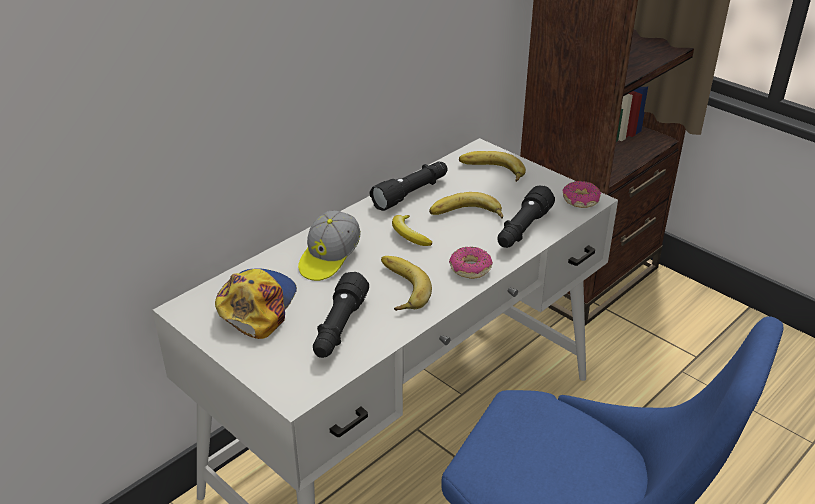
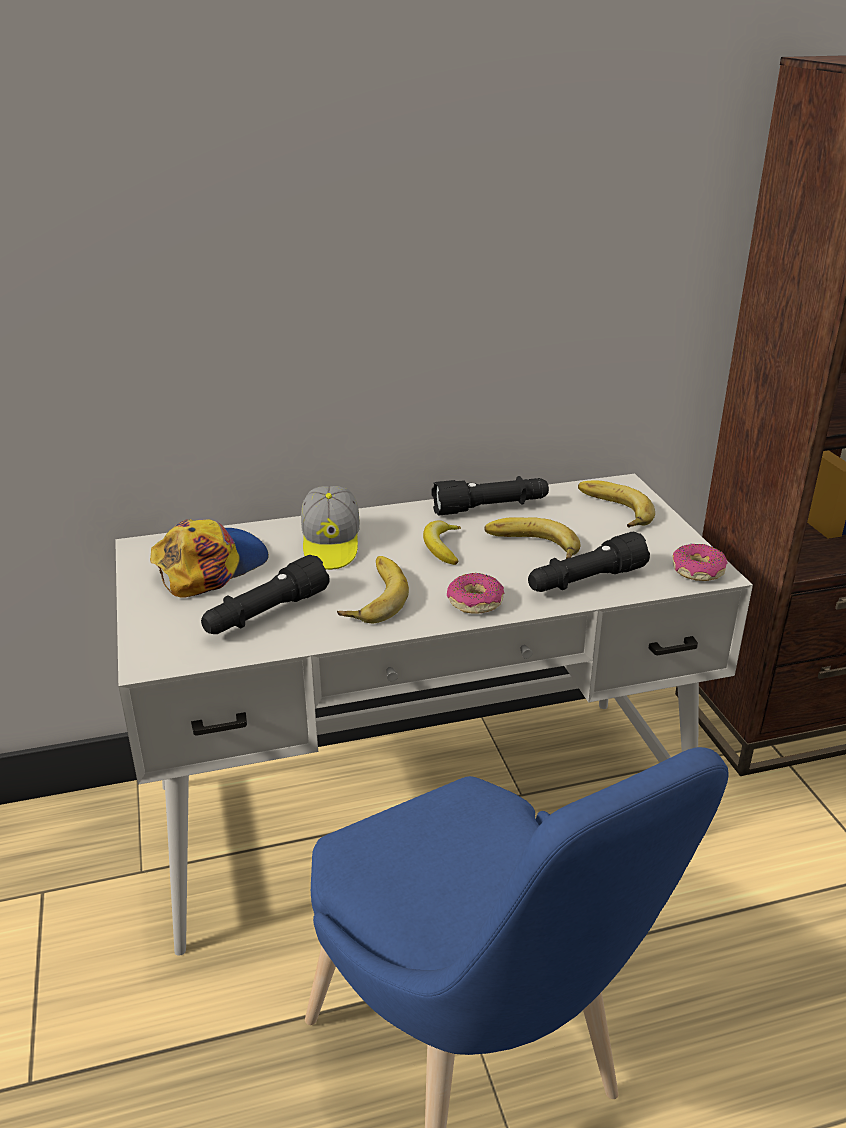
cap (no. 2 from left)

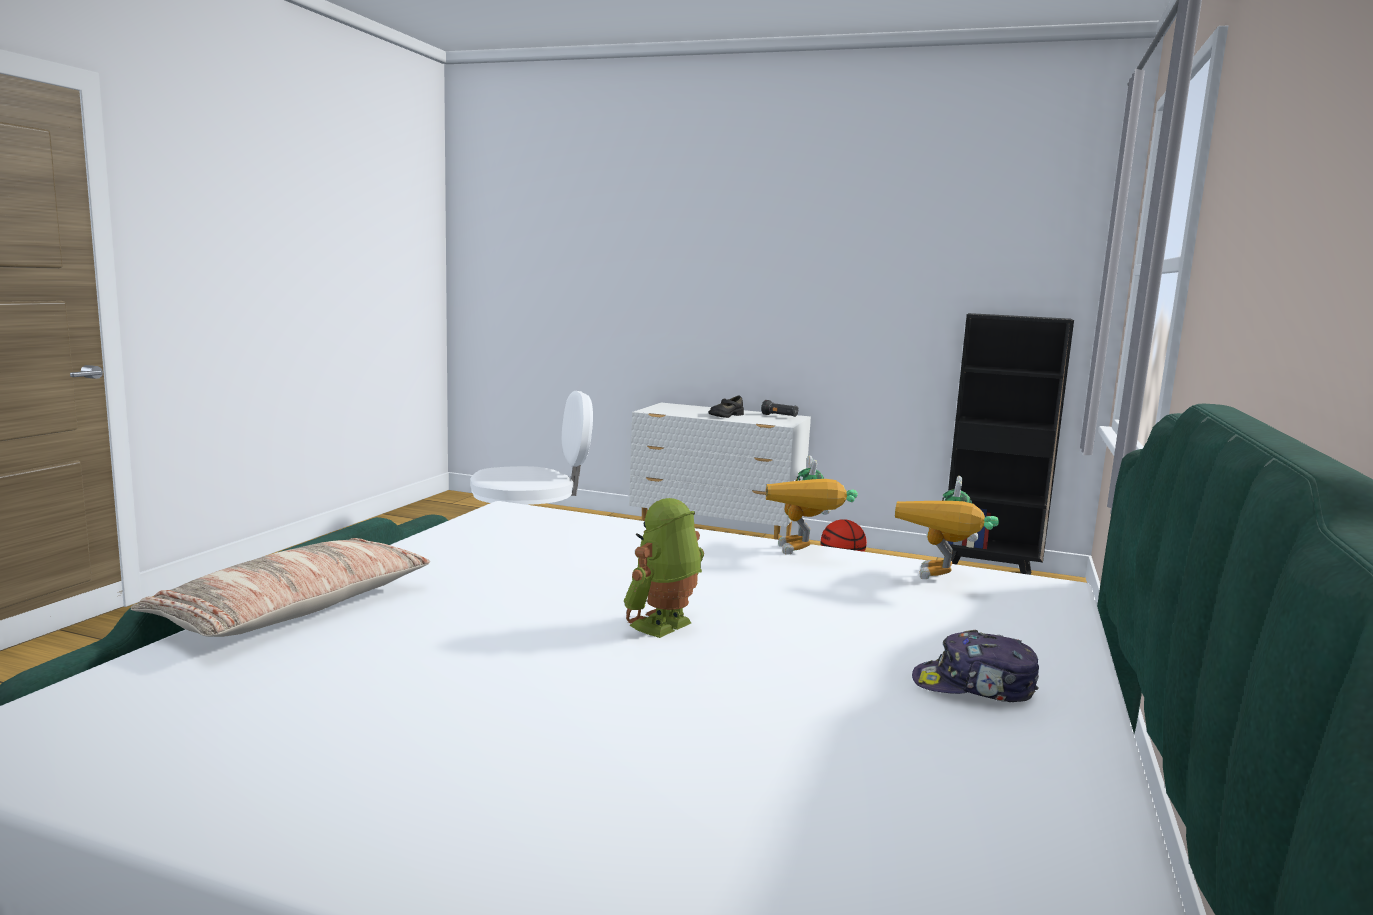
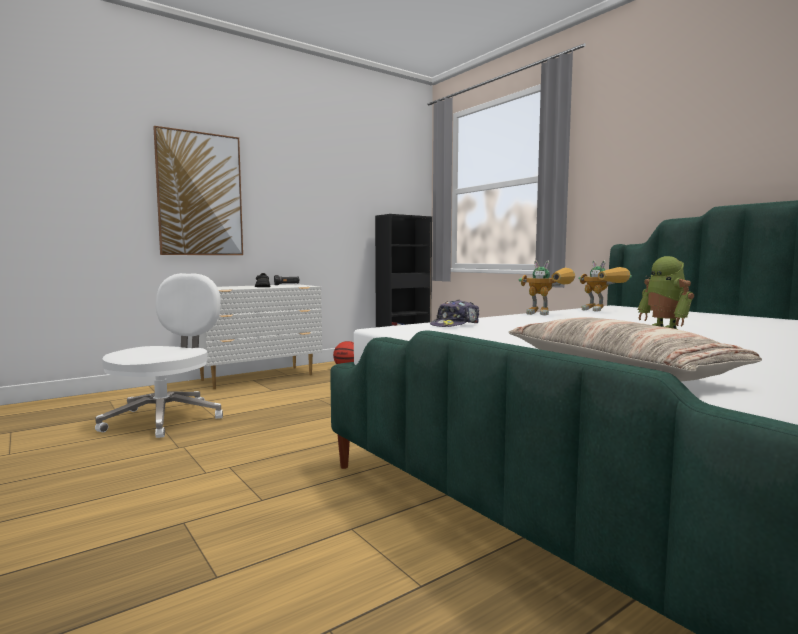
cap; picture

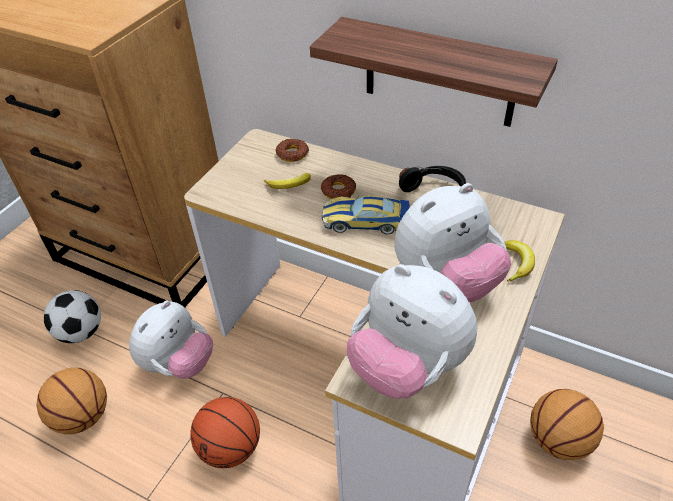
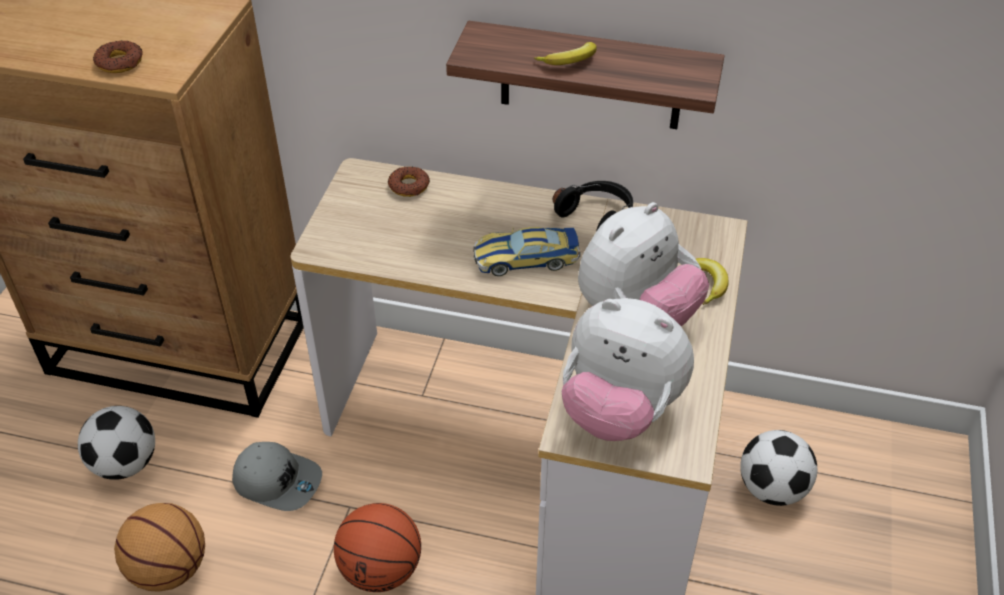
banana (no. 1 from left); doughnut (no. 1 from left); cap in gray; ball for football (no. 2 from left)

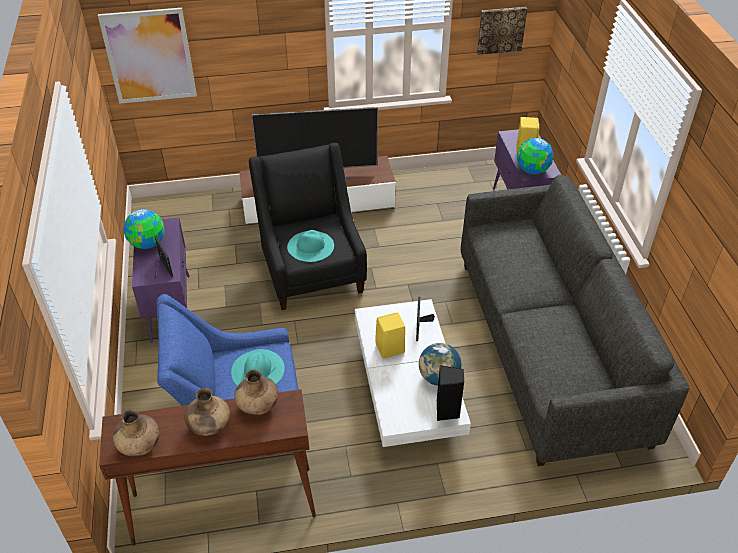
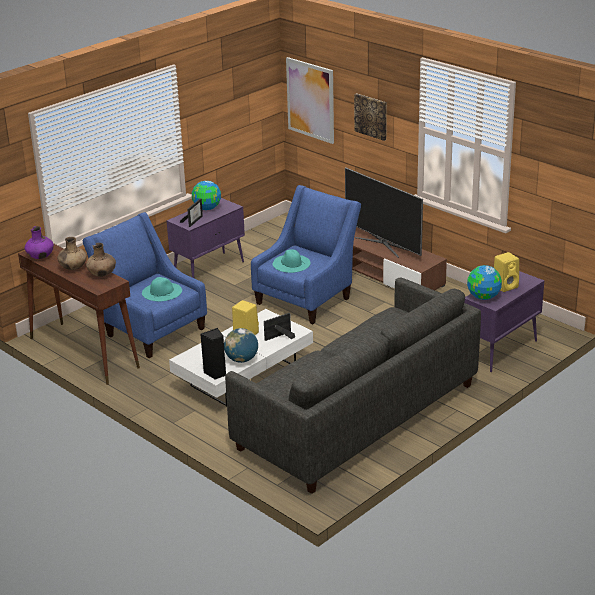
picture (no. 2 from left); easy chair in bluish (no. 2 from left); vase in purple

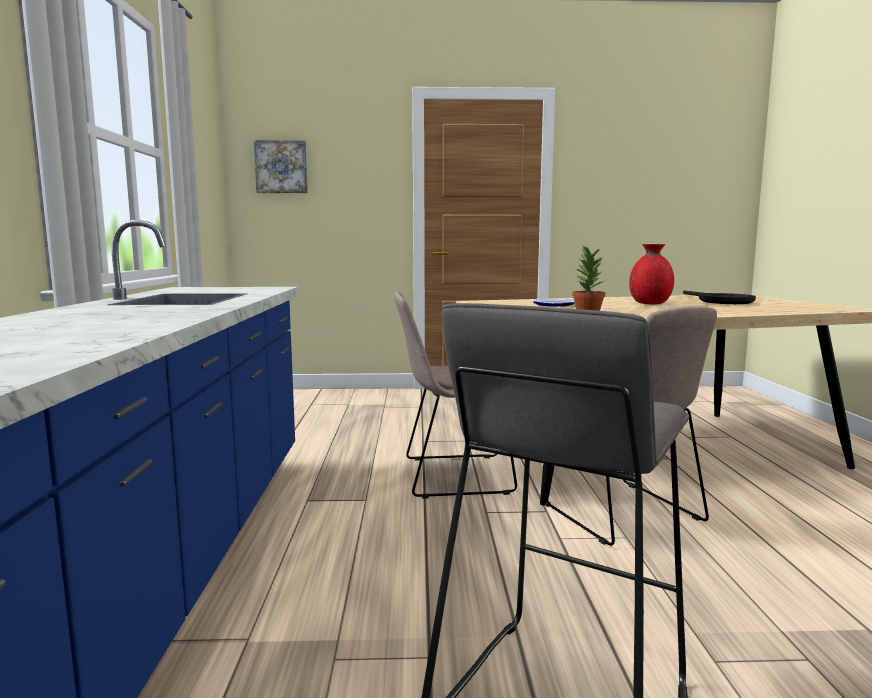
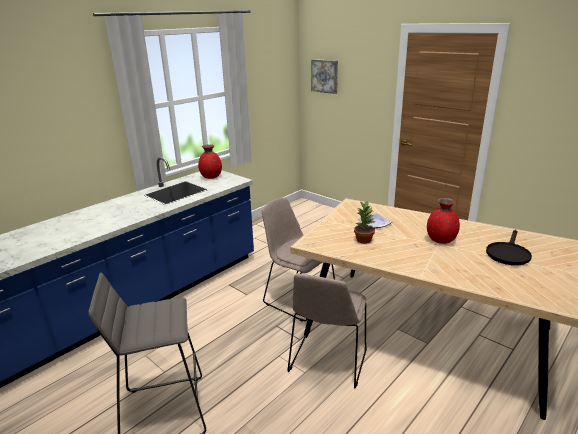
vase in red-coloured (no. 1 from left)

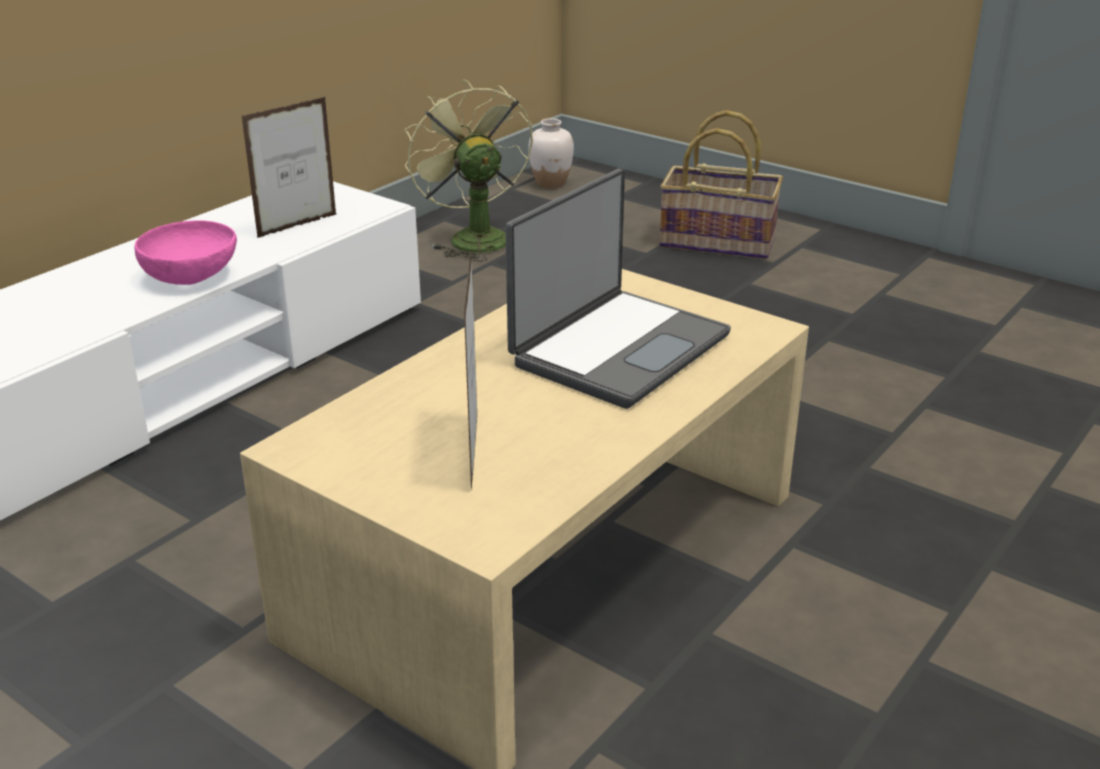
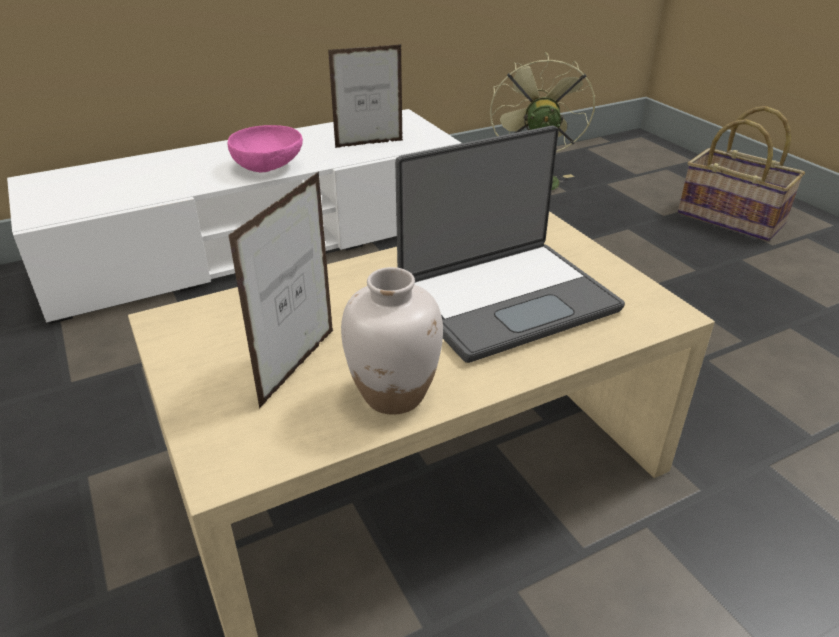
vase in white-coloured

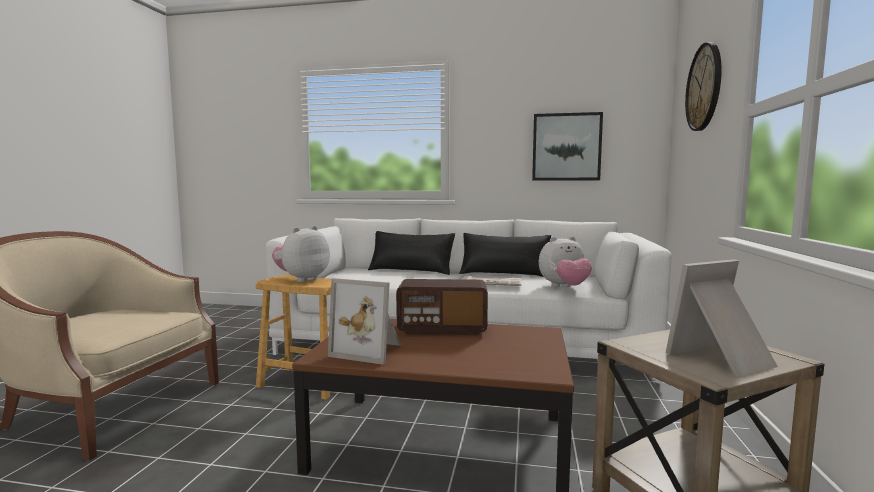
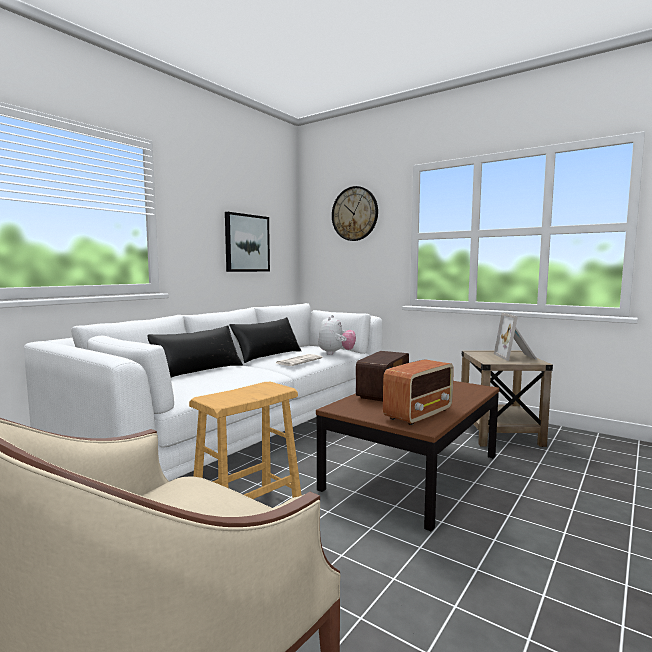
soft toy (no. 1 from left in the first image); radio (no. 2 from left)

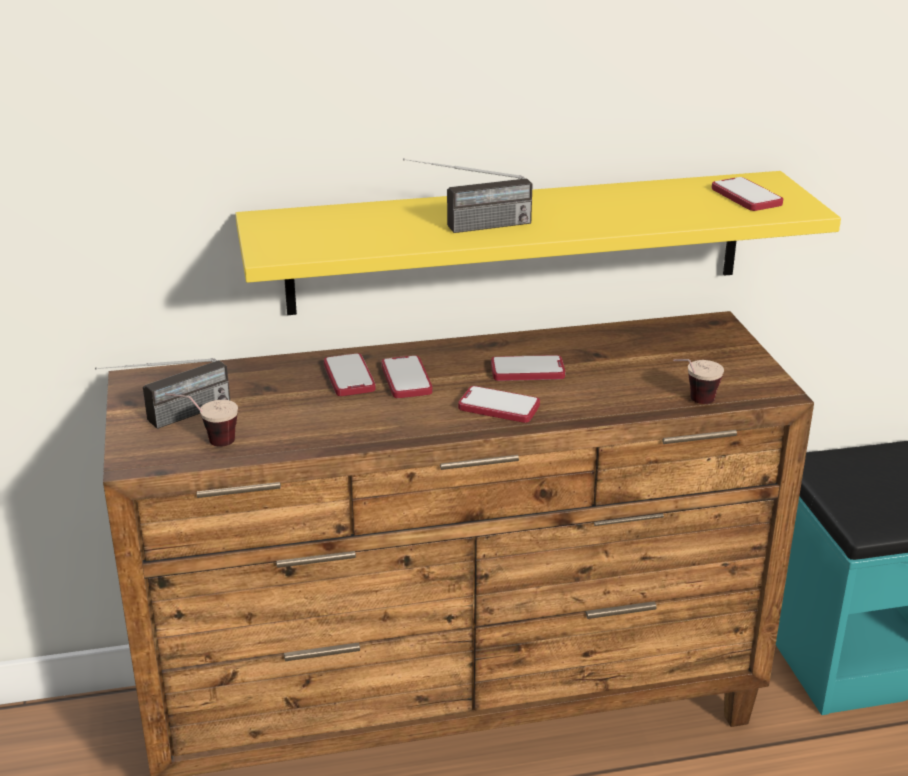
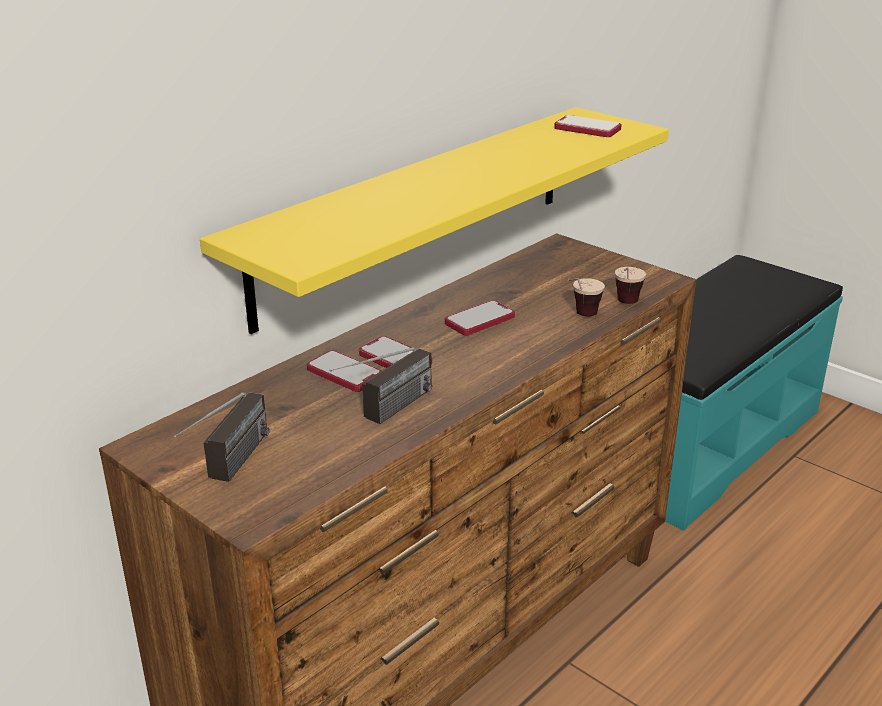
radio (no. 2 from left); handset (no. 3 from left in the first image); small cup (no. 1 from left)

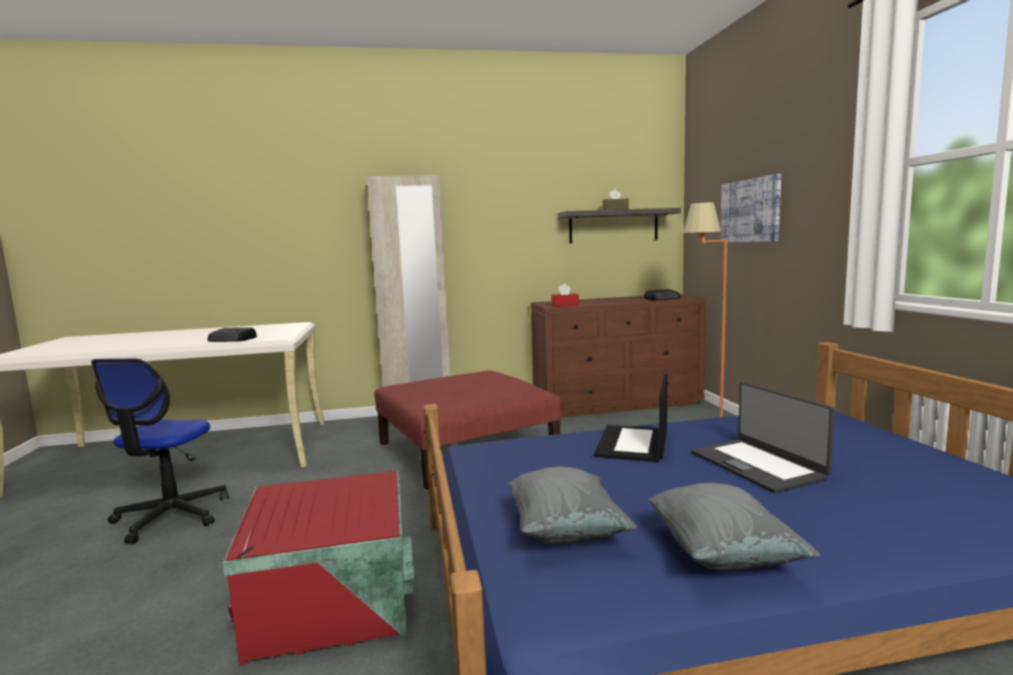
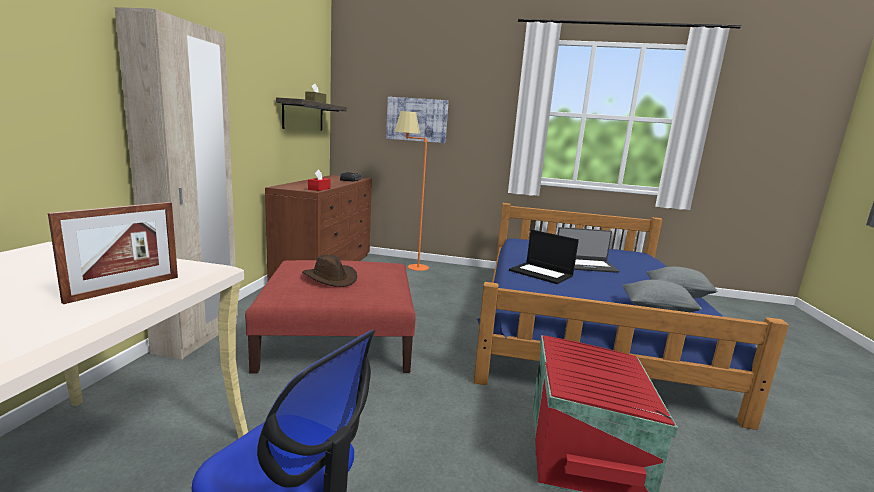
standing frame; clothing hat in brown-coloured

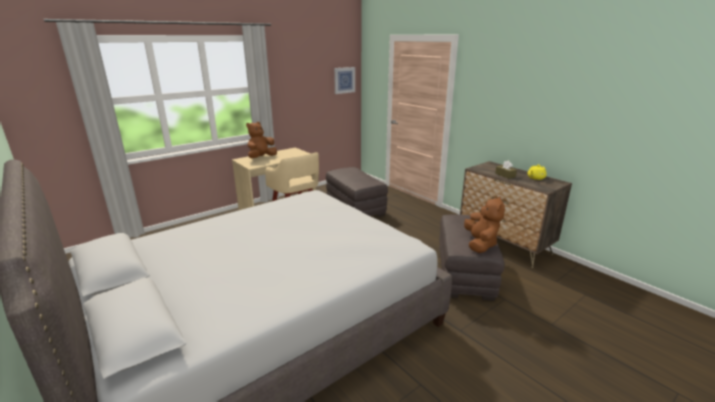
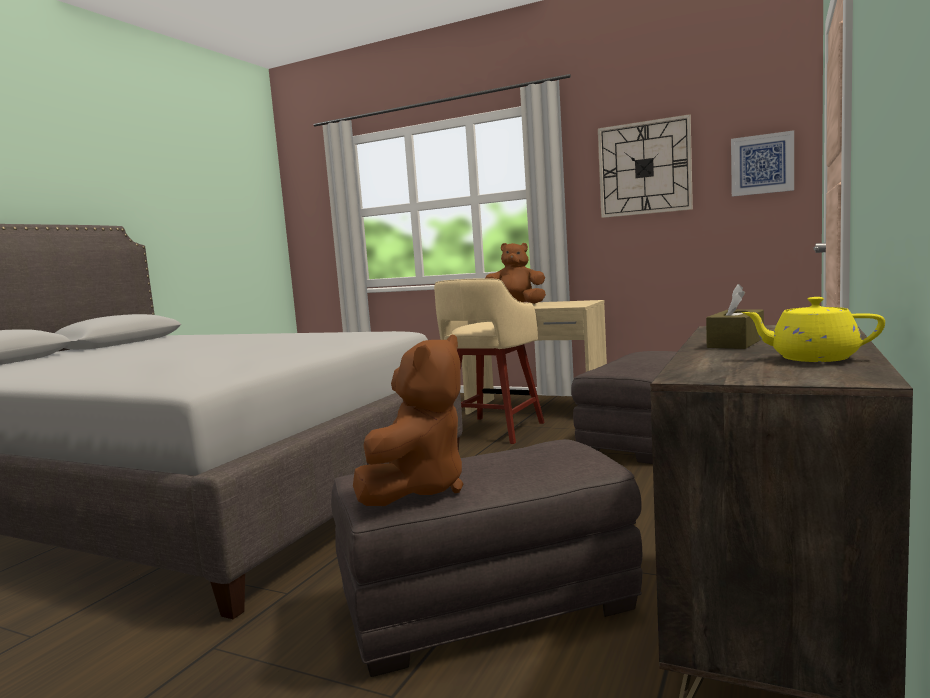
soft toy in brown-coloured (no. 1 from left); hanging clock

